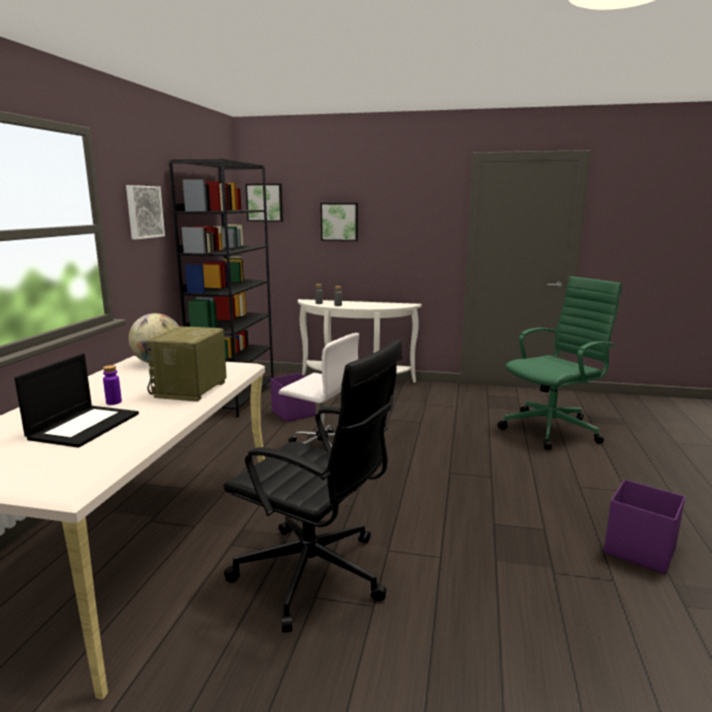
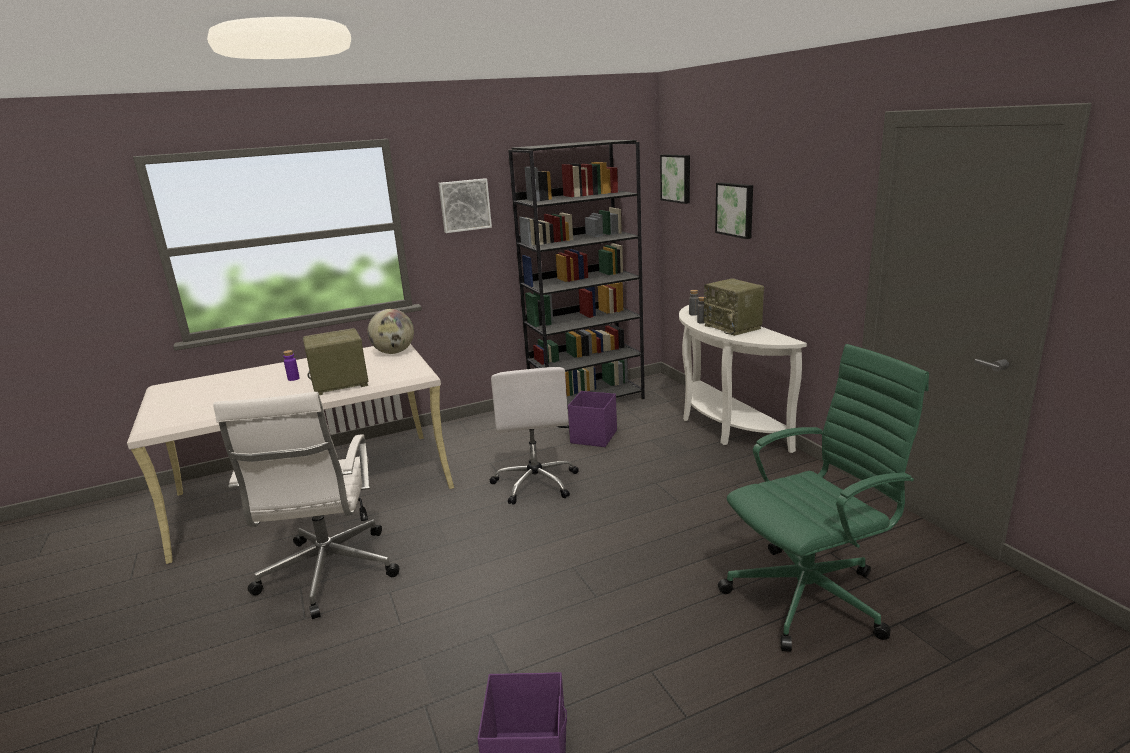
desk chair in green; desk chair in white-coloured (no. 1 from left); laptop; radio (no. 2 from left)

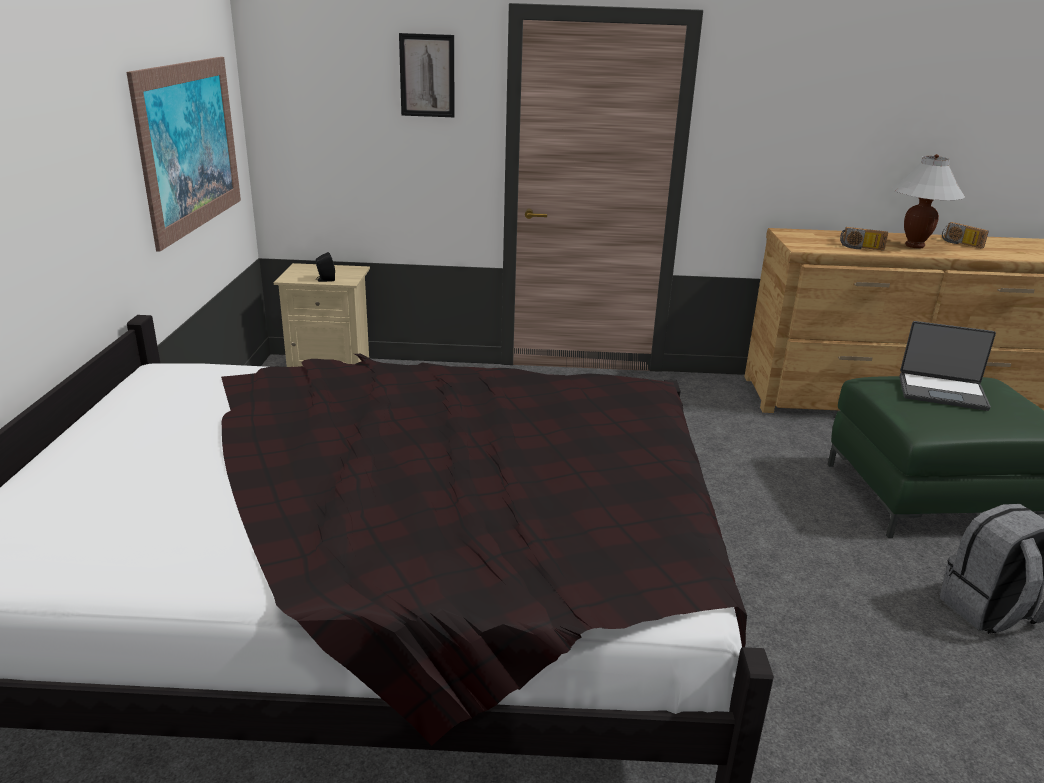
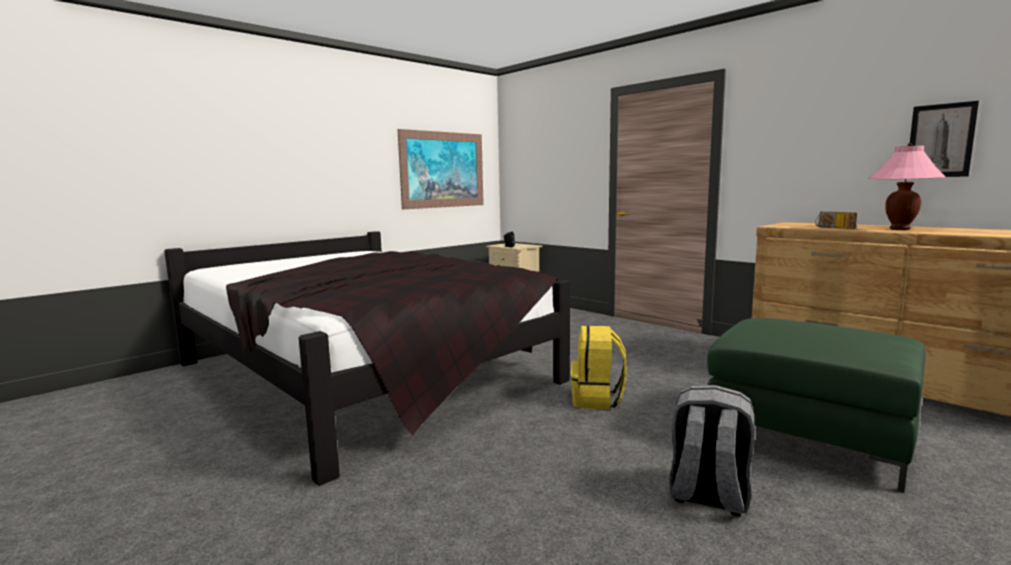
picture (no. 2 from left); tabletop lamp in pink; radio (no. 2 from left in the first image); laptop; knapsack in yellow-coloured

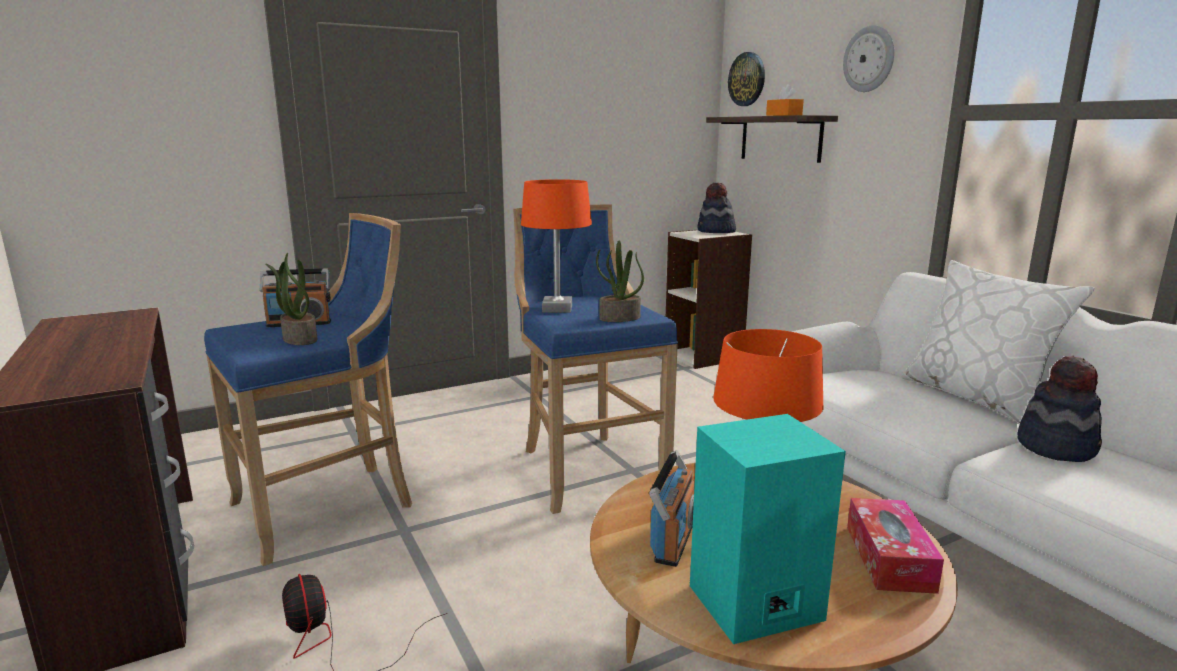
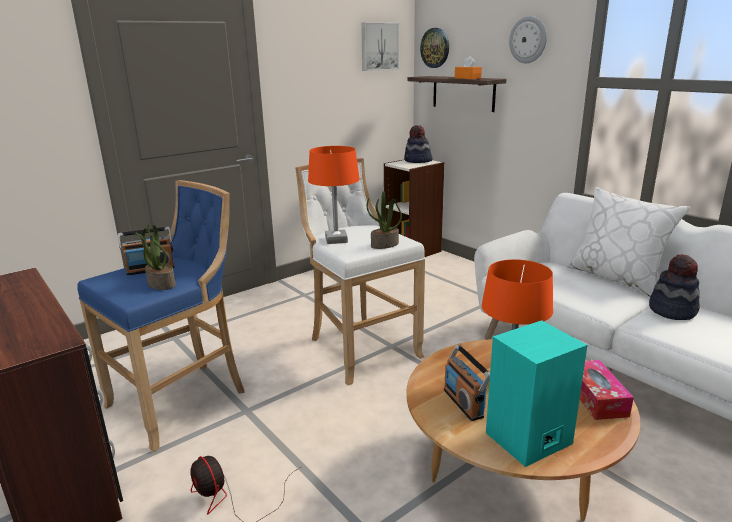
stool seat in white-coloured; radio (no. 2 from left); picture

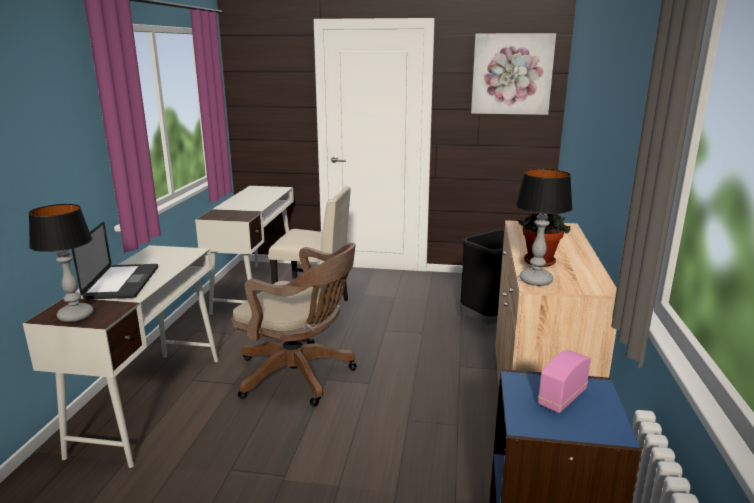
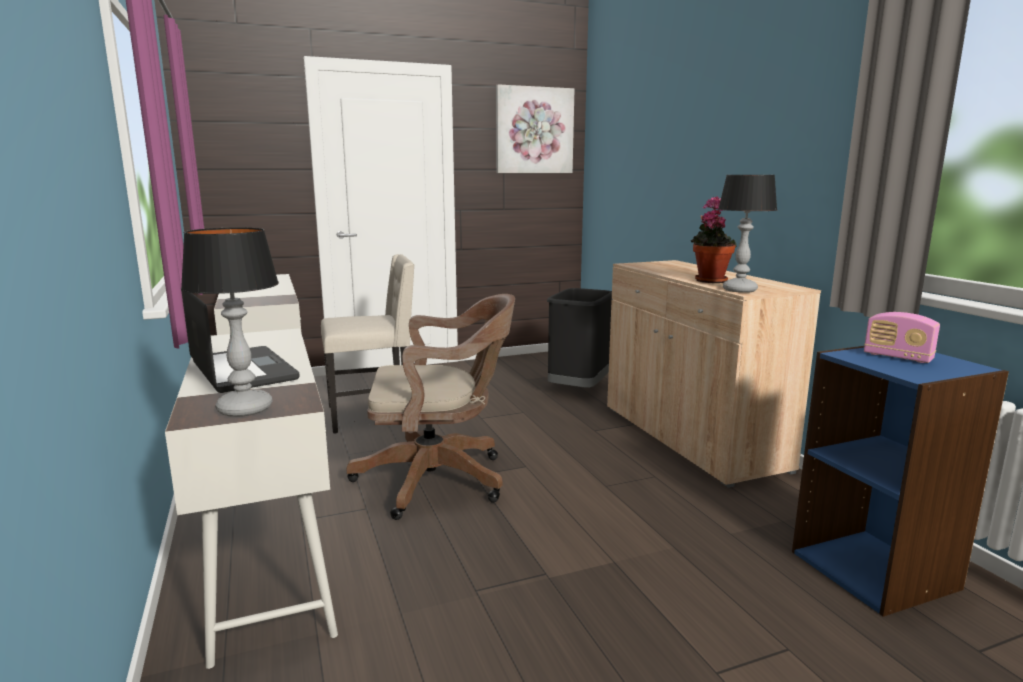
radio

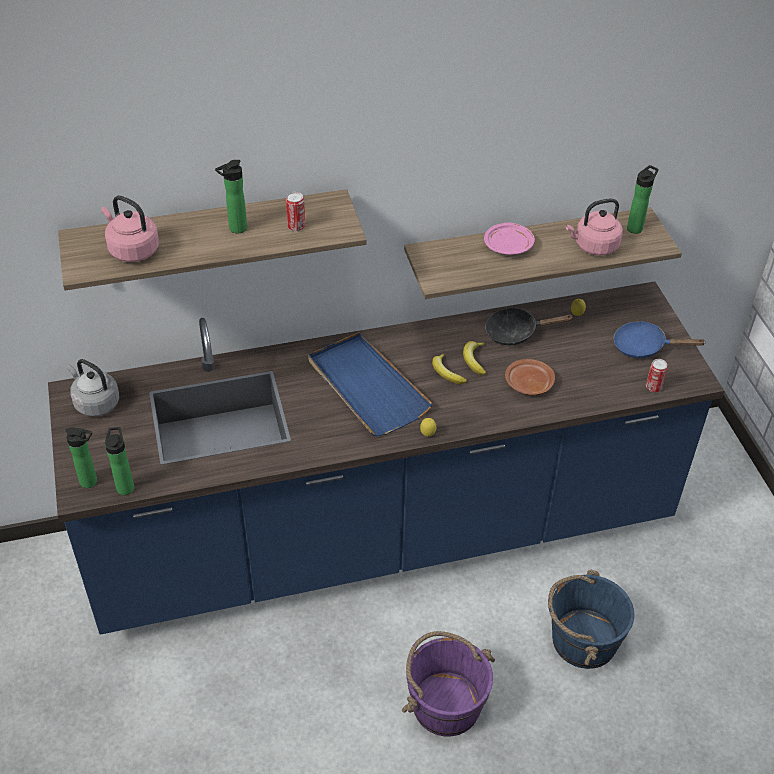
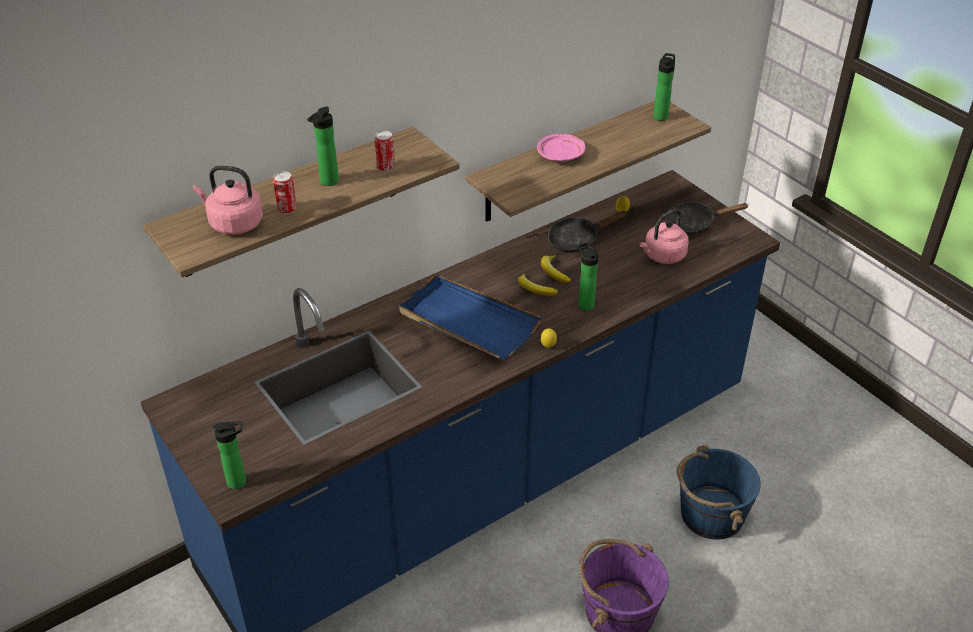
tea kettle in pink (no. 2 from left); frying pan in blackish (no. 2 from left); tea kettle in gray; flat dish in brown-coloured; can (no. 1 from left); drink bottle (no. 3 from left)

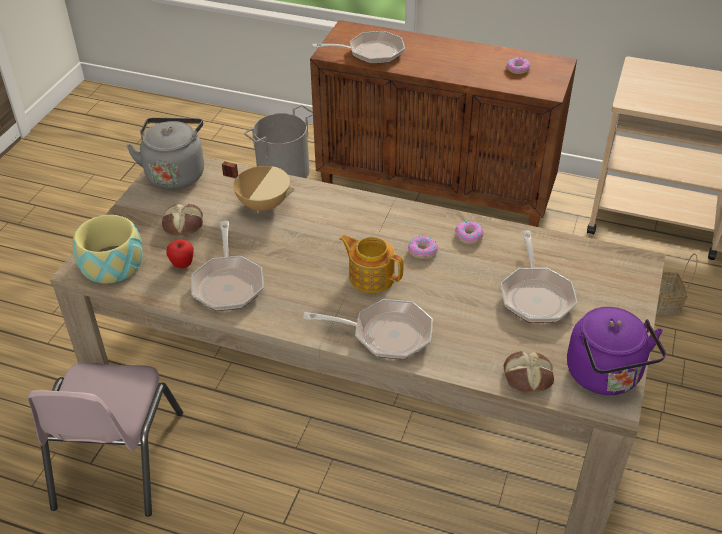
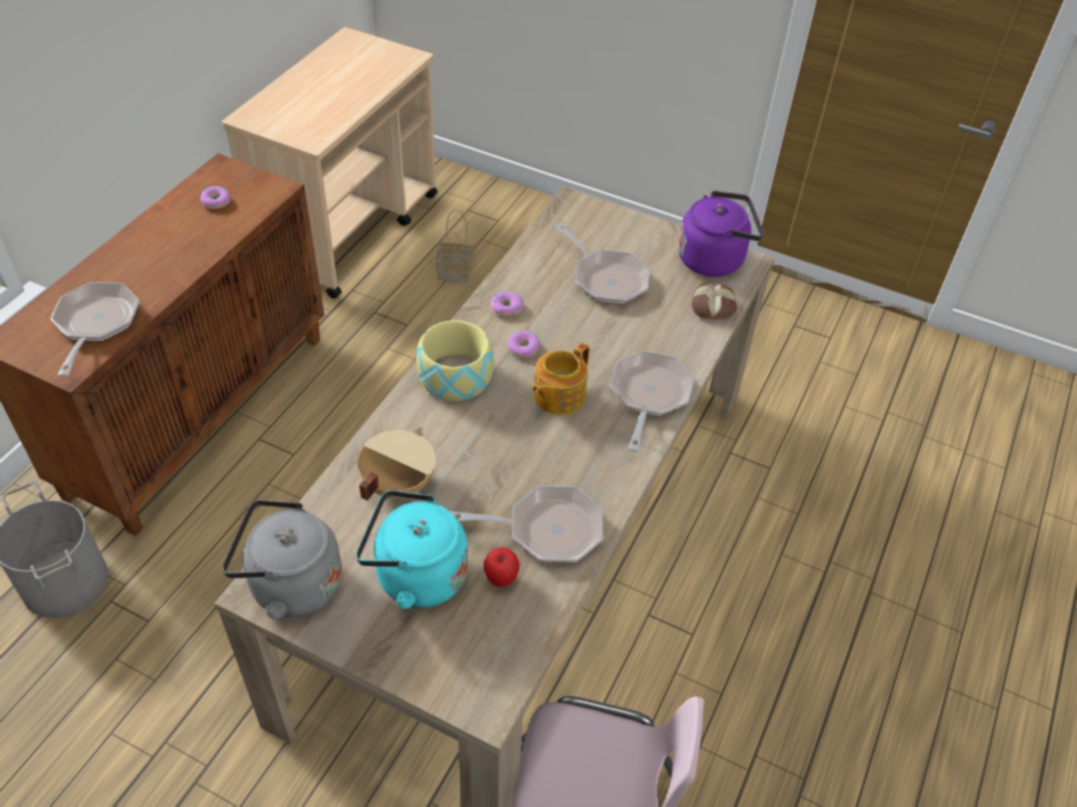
tea kettle in turquoise; deep dish; frying pan (no. 3 from left)

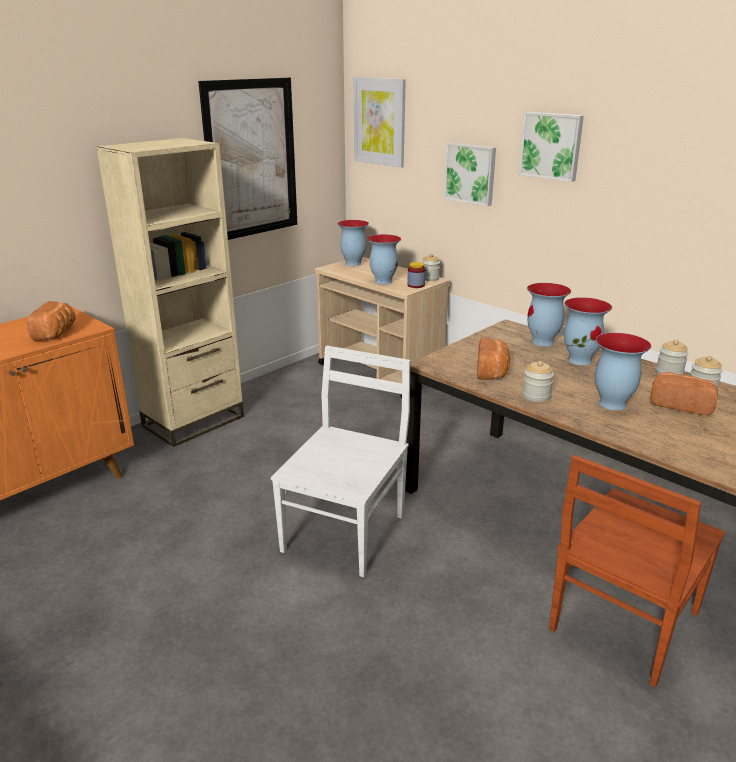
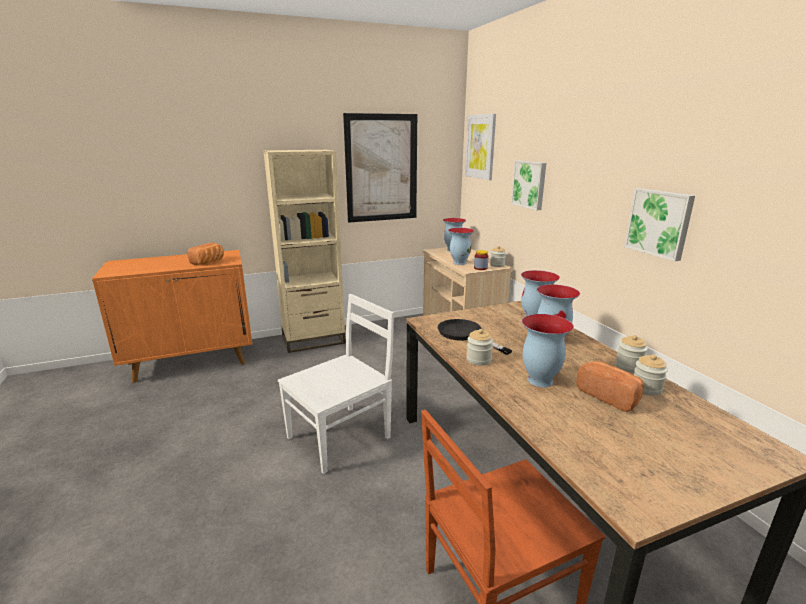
picture (no. 4 from left); frying pan in blackish

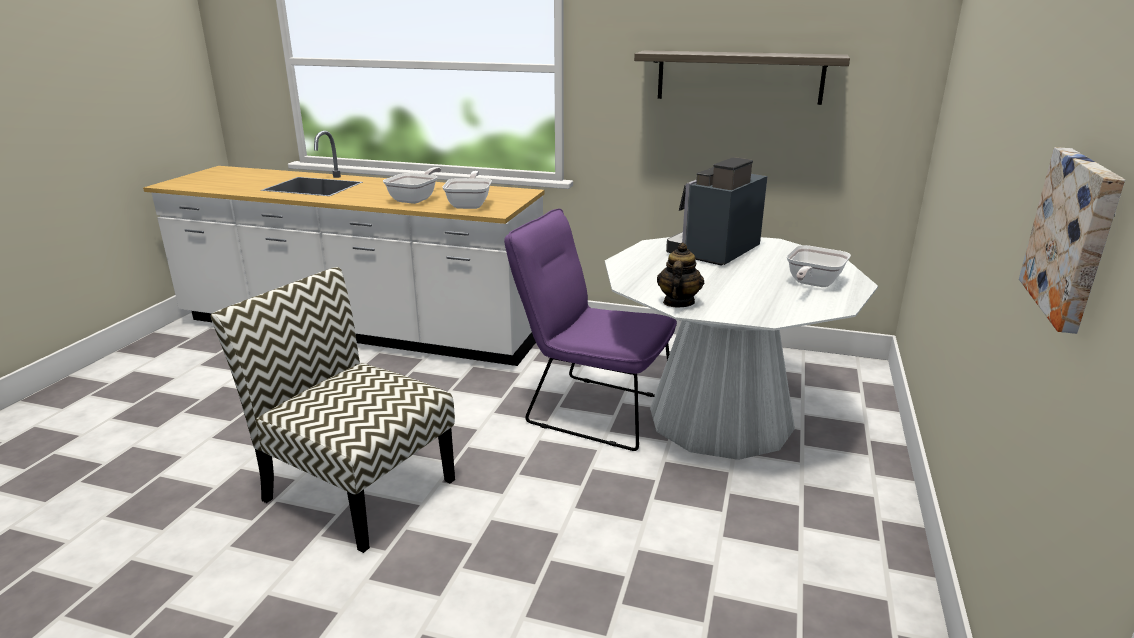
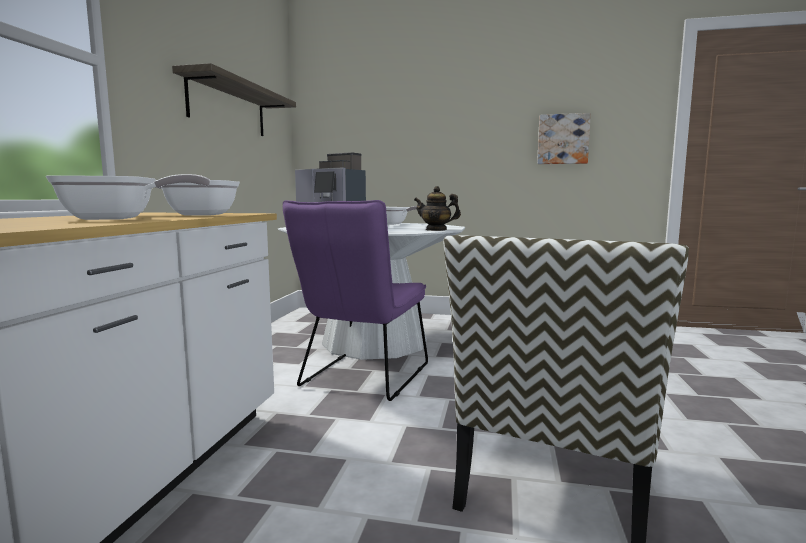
frying pan (no. 1 from left)

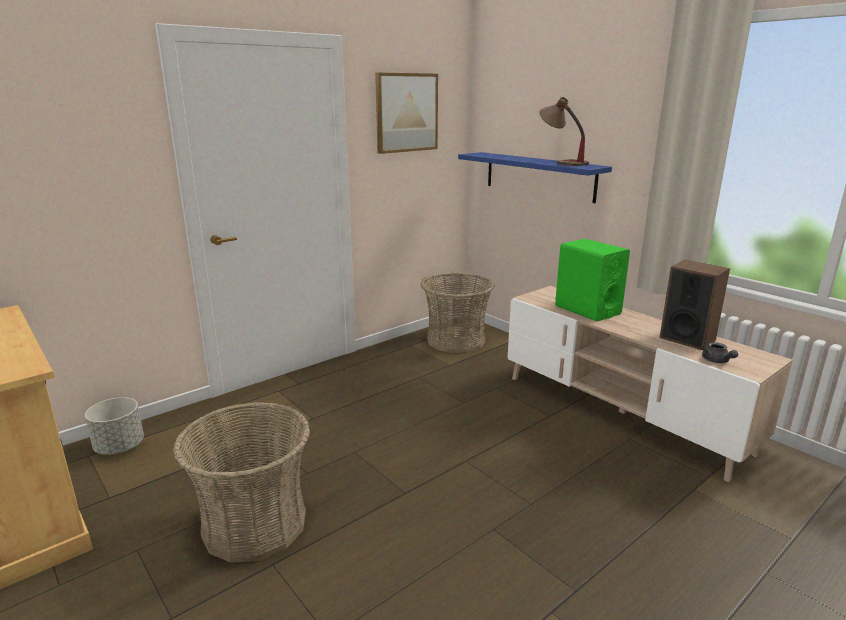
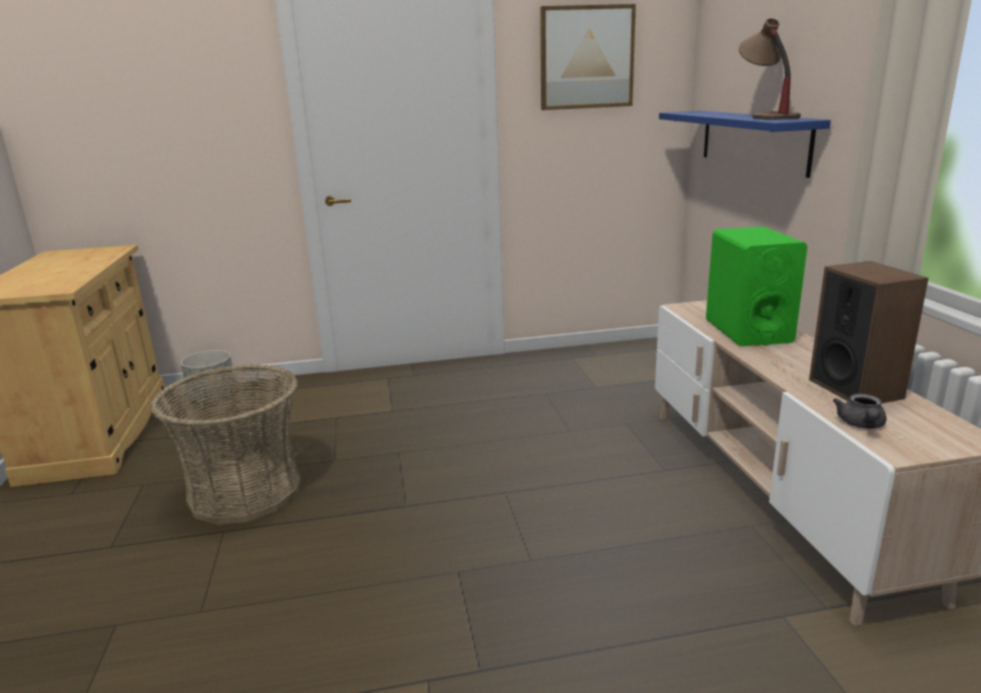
basket (no. 2 from left in the first image)

